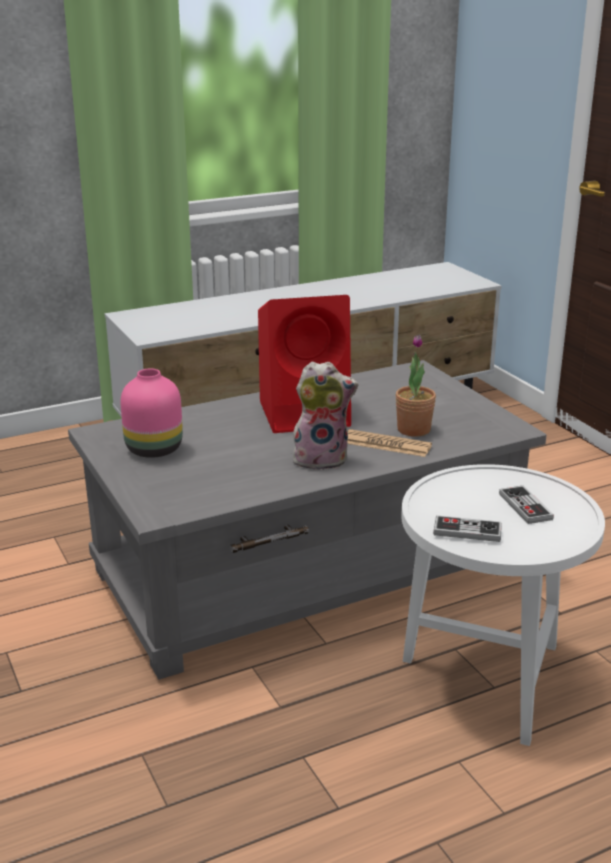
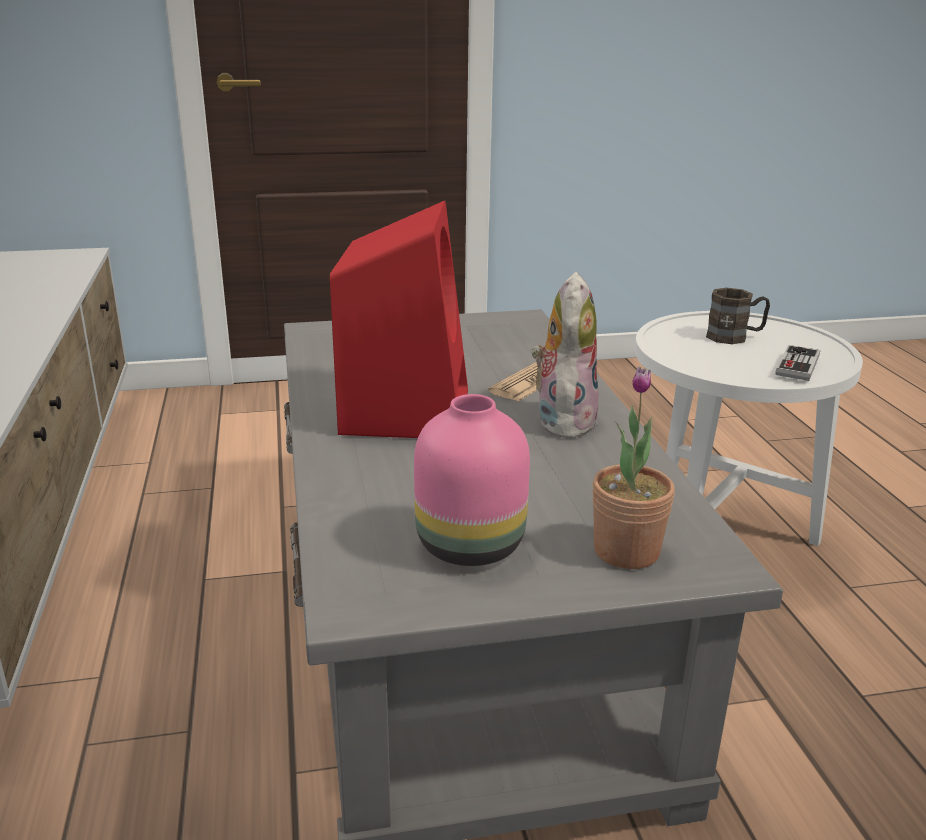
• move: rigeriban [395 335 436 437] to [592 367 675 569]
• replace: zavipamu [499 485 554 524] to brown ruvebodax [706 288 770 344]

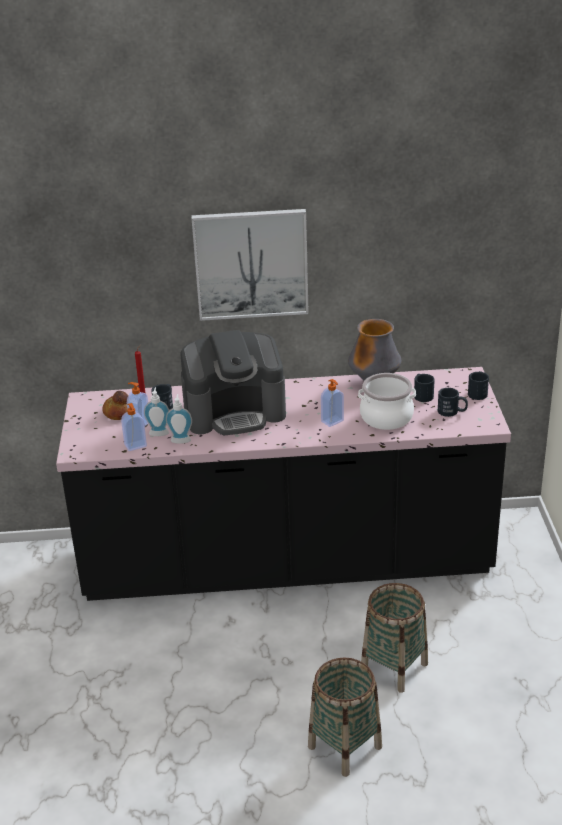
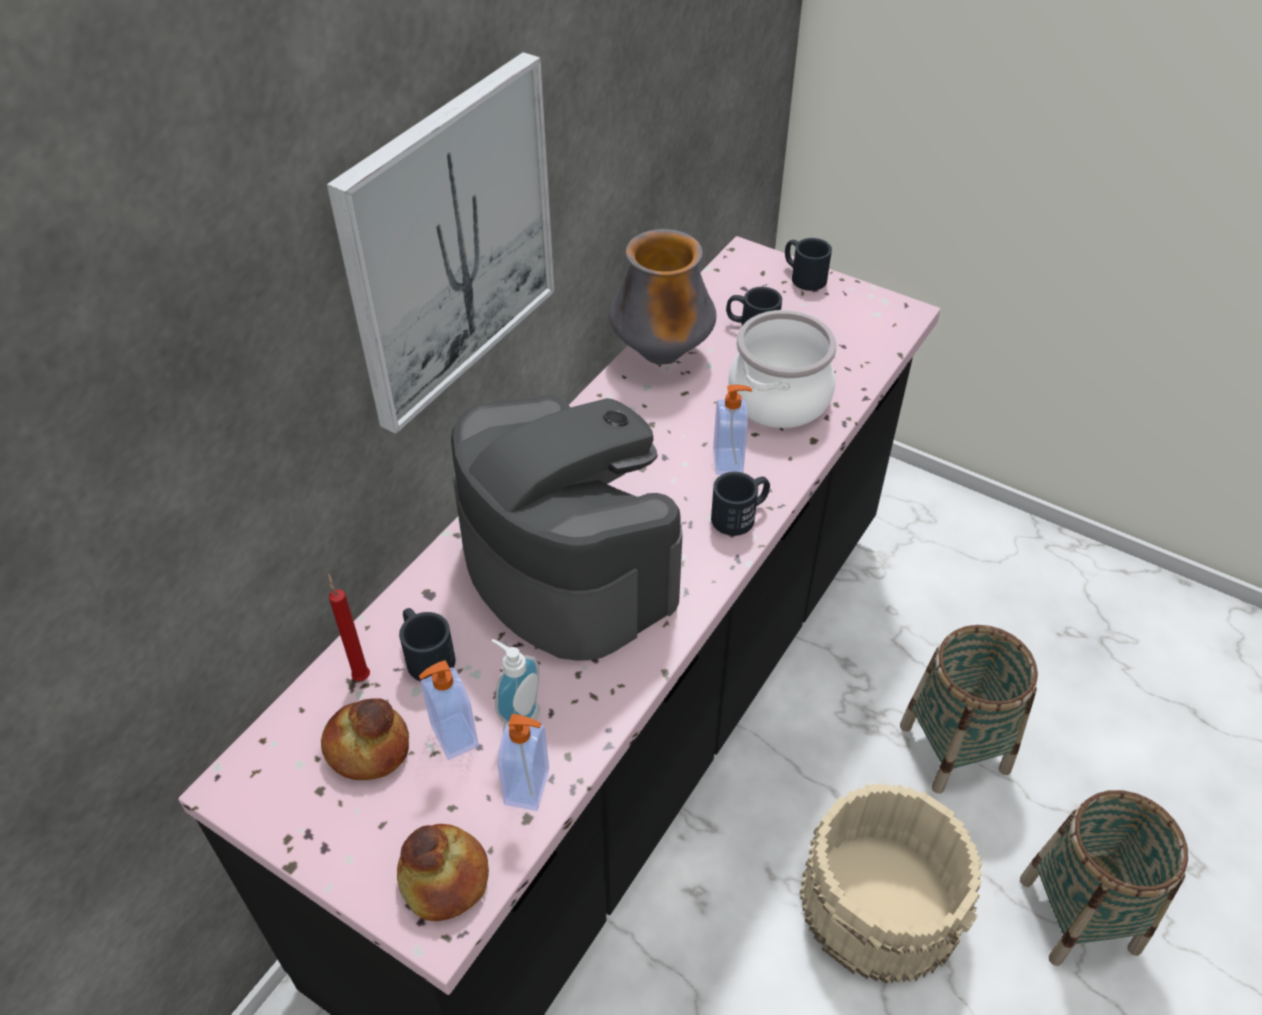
• delete: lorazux [166 394 192 444]
• insert: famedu [397 824 489 921]
• insert: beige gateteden [800 783 982 984]
• move: black ruvebodax [438 388 468 417] to [711 472 770 536]
• rotate: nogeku [180 330 286 436] = [451 395 683 661] 60 degrees counterclockwise

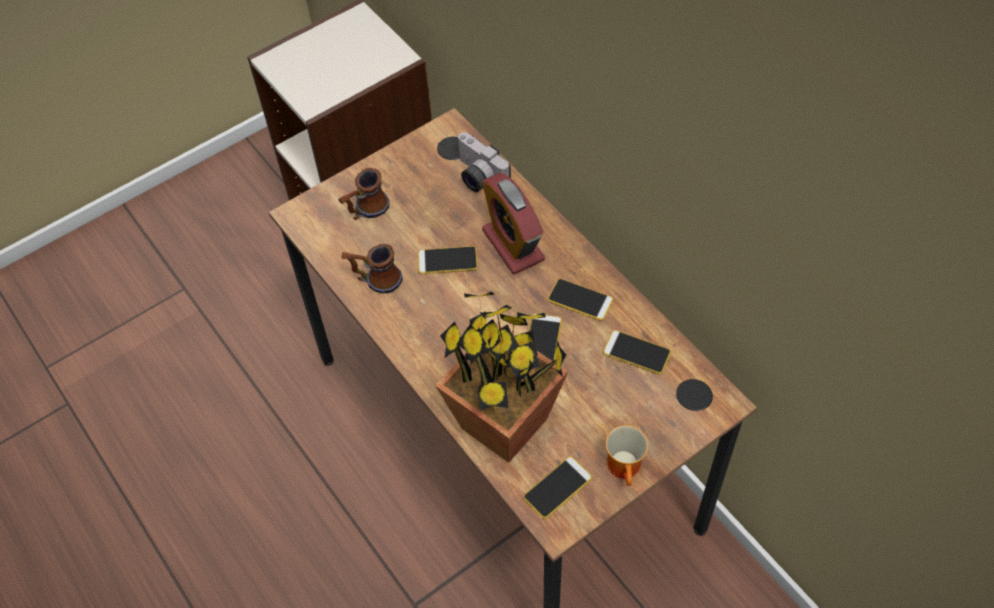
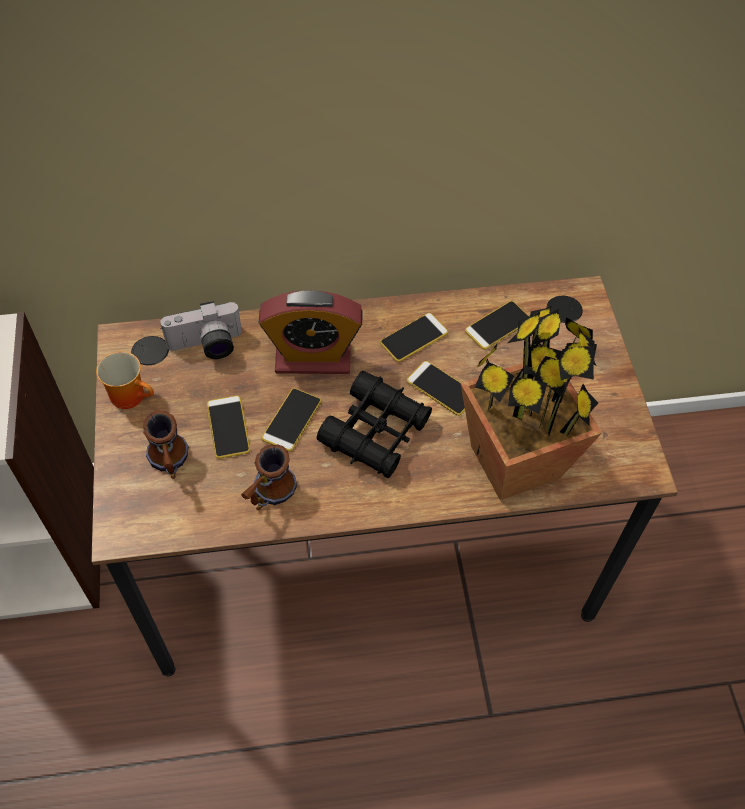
• insert: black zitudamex [316 371 432 478]
• move: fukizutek [523 457 592 519] to [207 396 250 459]
• move: ruvebodax [606 425 649 486] to [96 351 154 409]

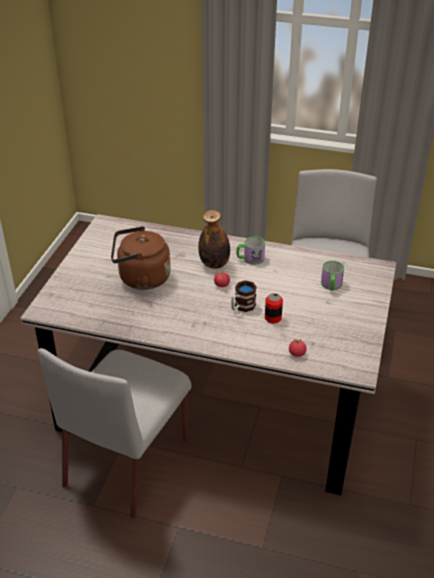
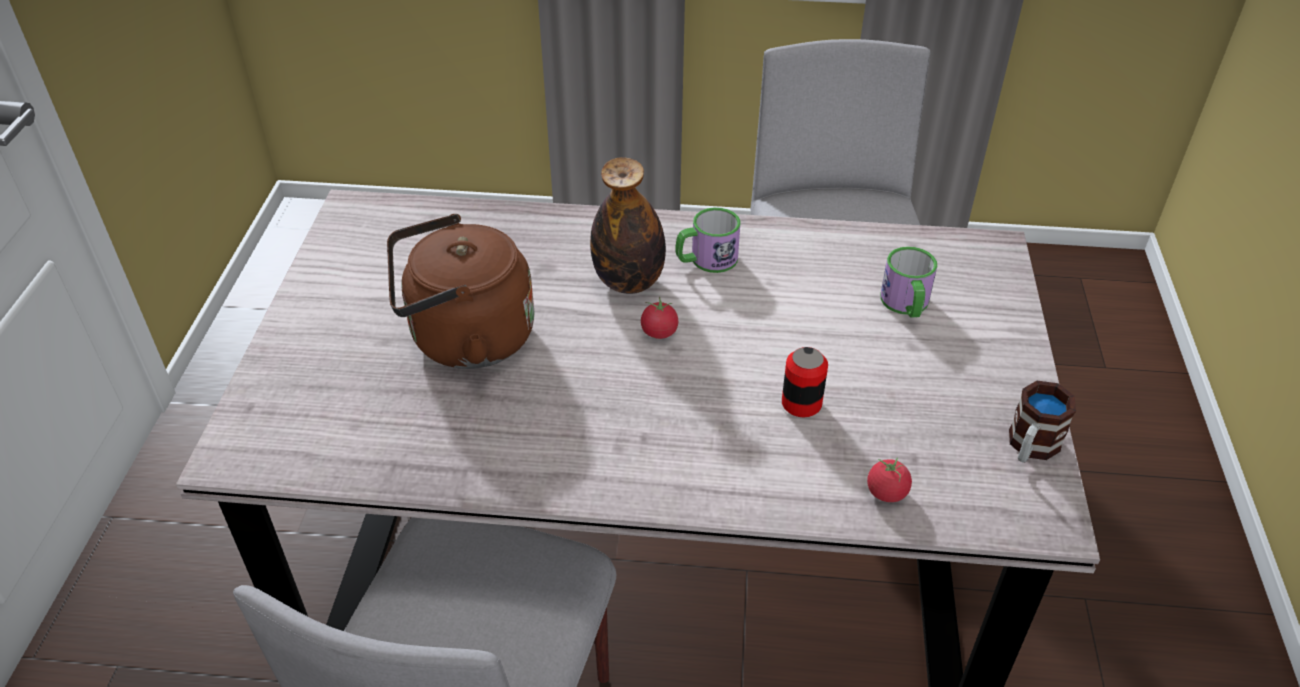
• move: ruvebodax [231 280 257 312] to [1009 381 1076 463]

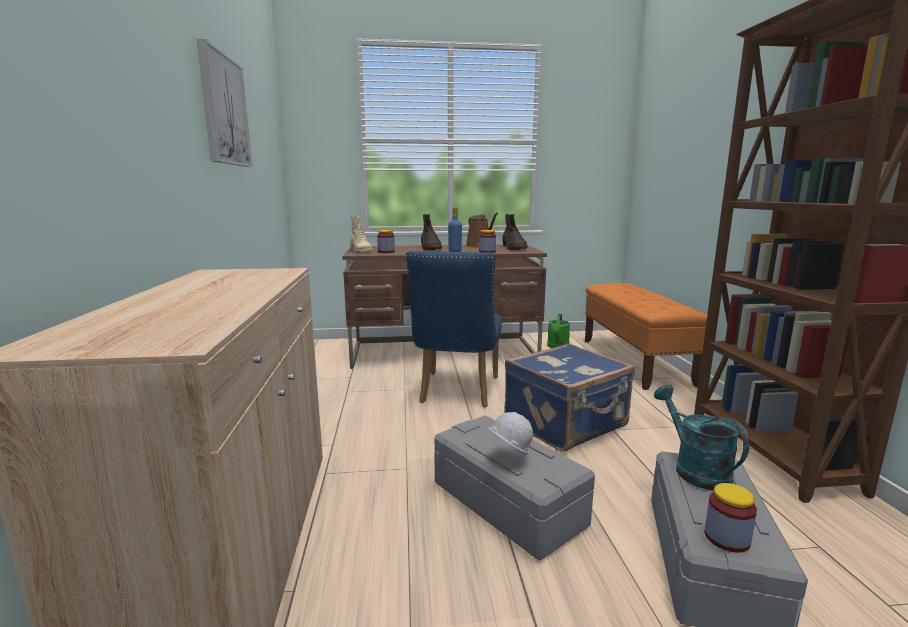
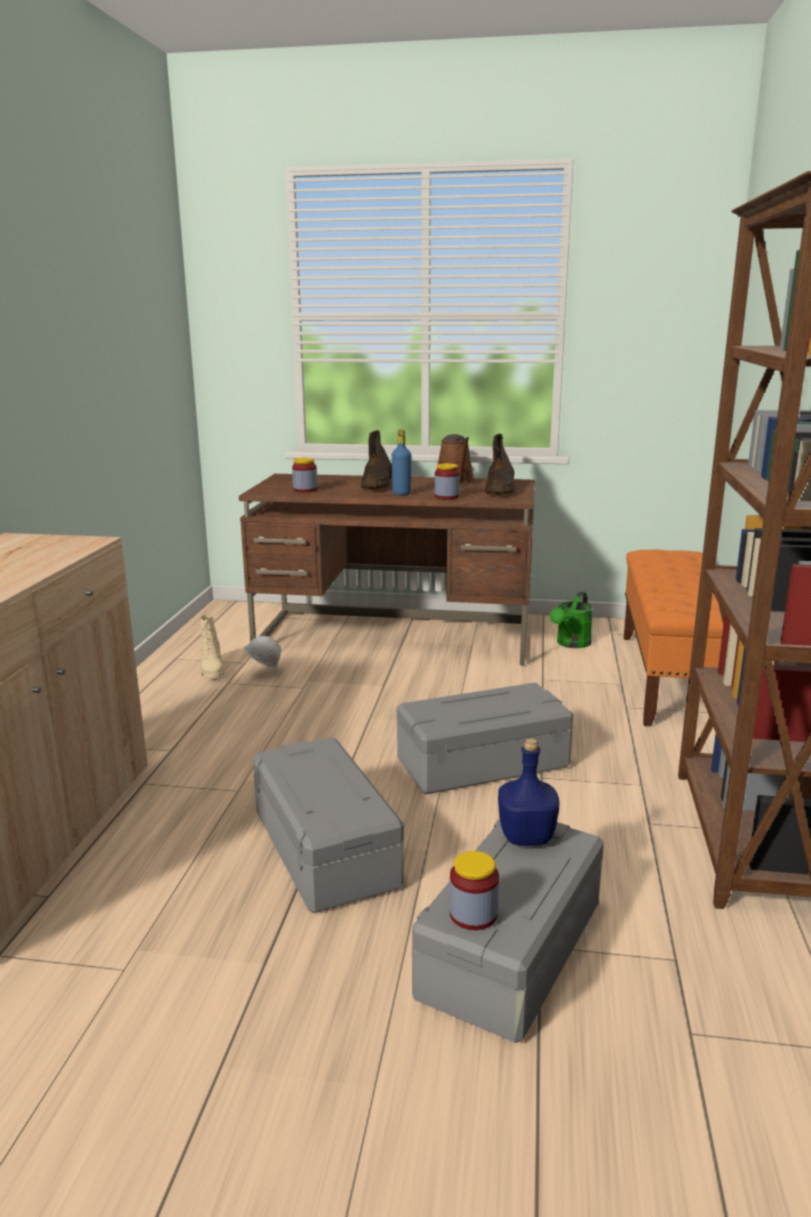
• delete: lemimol [197 39 252 167]
• delete: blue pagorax [406 251 502 407]
• move: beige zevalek [350 215 373 253] to [201 614 224 678]
• move: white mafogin [488 412 533 456] to [244 636 281 672]
• replace: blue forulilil [504 343 635 451] to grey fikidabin [397 682 573 794]
• replace: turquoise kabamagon [654 385 749 491] to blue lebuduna [498 738 559 846]

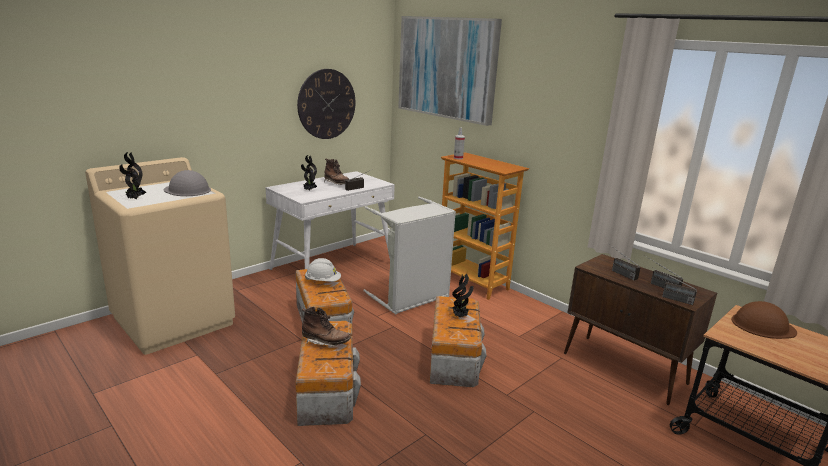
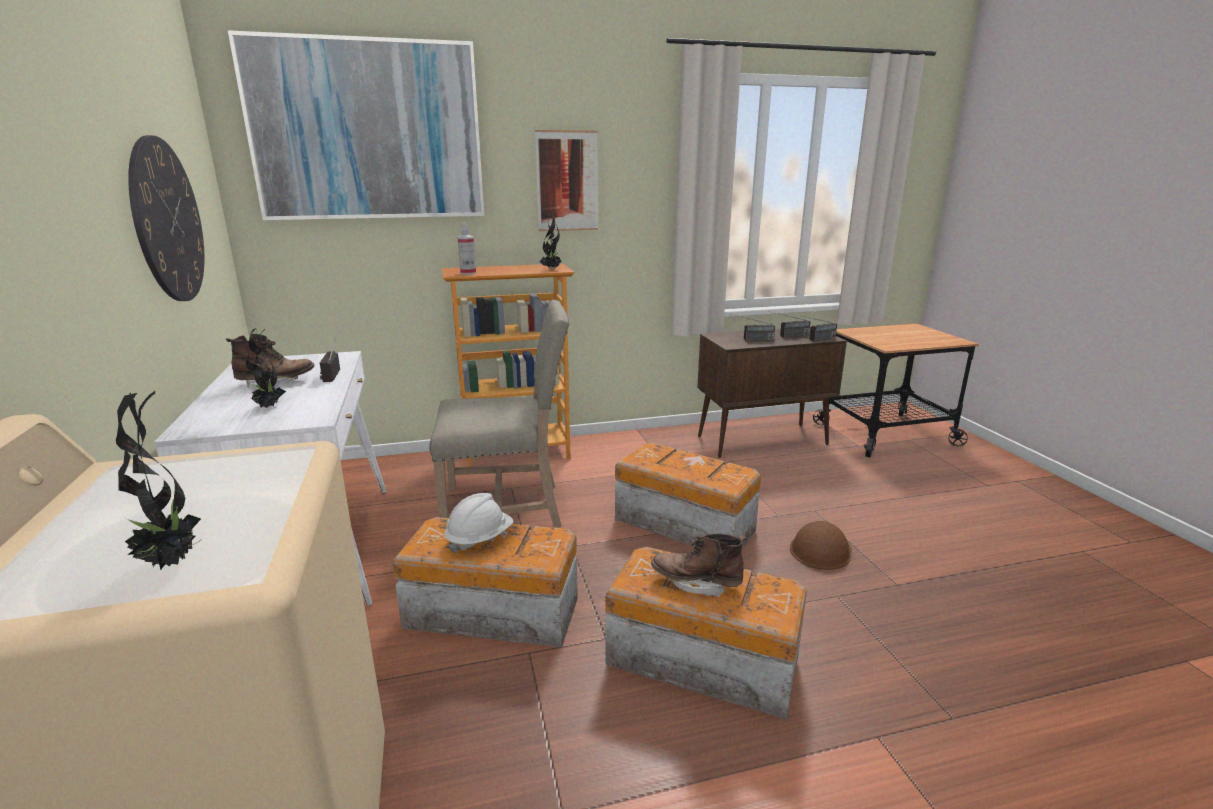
• delete: grey mafogin [164 170 211 196]
• insert: lemimol [535 130 598 231]
• move: rigeriban [452 274 473 318] to [540 212 562 269]
• move: brown mafogin [732 301 797 339] to [790 521 852 570]
• replace: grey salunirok [363 196 456 315] to beige pagorax [429 300 570 527]
• rotate: brown zevalek [302 307 351 347] = [651 533 747 597] 120 degrees counterclockwise

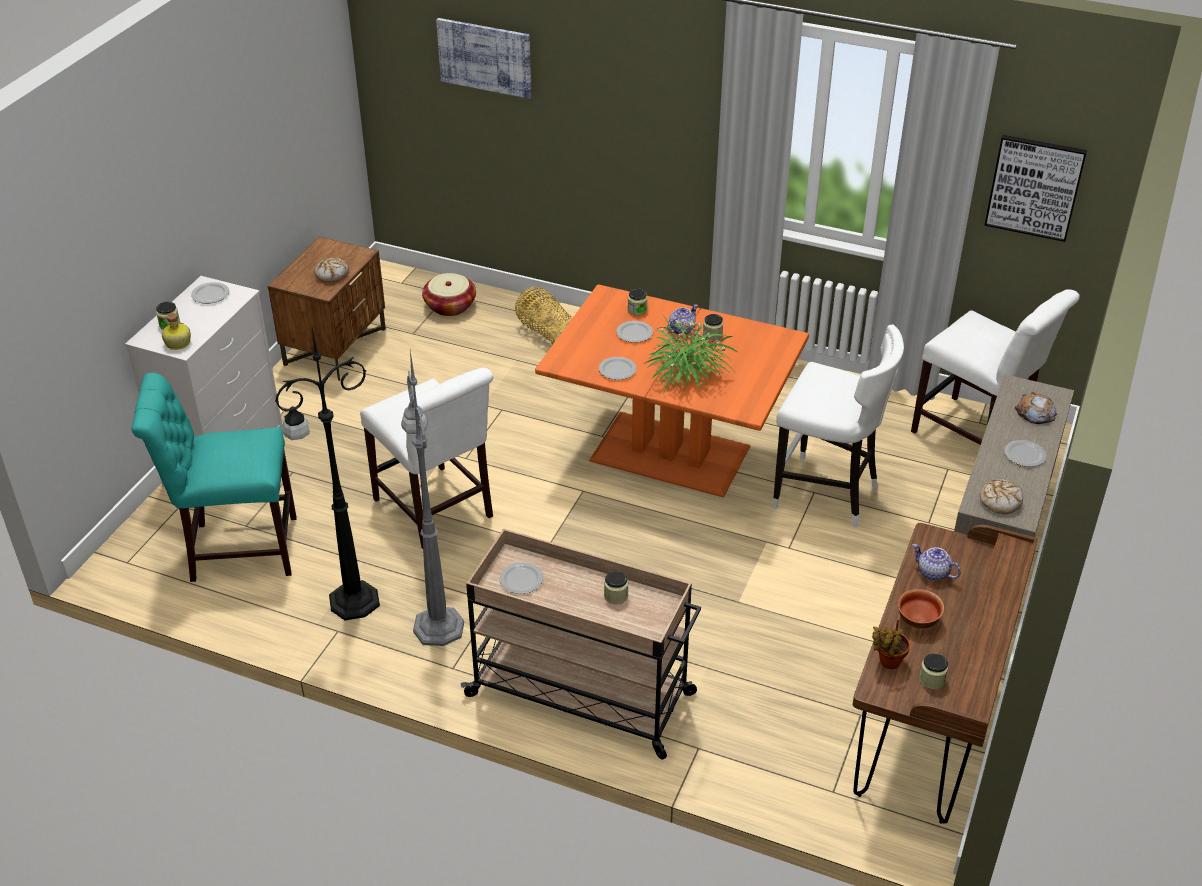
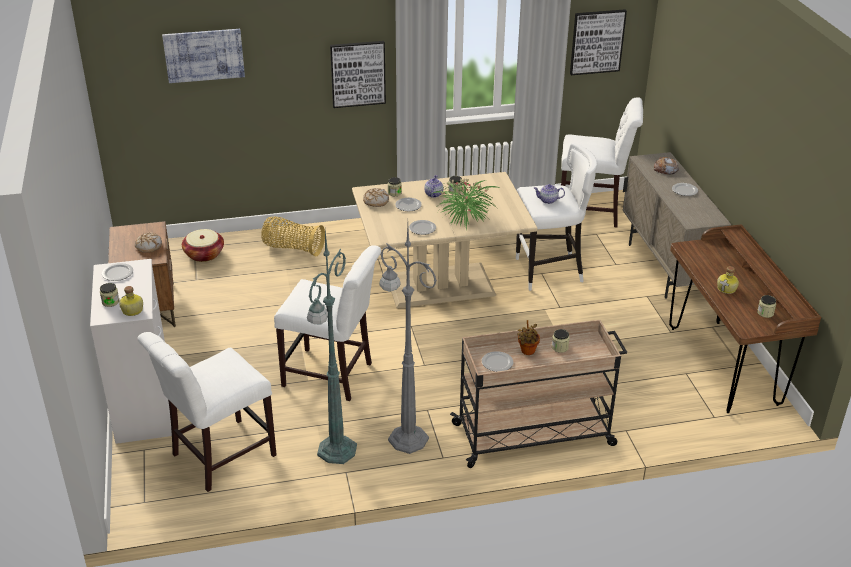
• insert: lemimol [330 41 386 108]
• move: rigeriban [872 619 910 669] to [517 320 540 355]
• move: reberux [913 544 961 581] to [533 184 565 204]
• move: famedu [980 479 1023 514] to [363 188 389 207]
• replace: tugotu [898 589 944 629] to lebuduna [717 266 739 294]
• recolor: turquoise pagorax [132 373 297 582] to white pagorax [138 332 277 492]
• recolor: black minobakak [275 328 380 620] to green minobakak [307 231 357 464]
• recolor: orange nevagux [535 284 809 498] to beige nevagux [352 172 538 308]

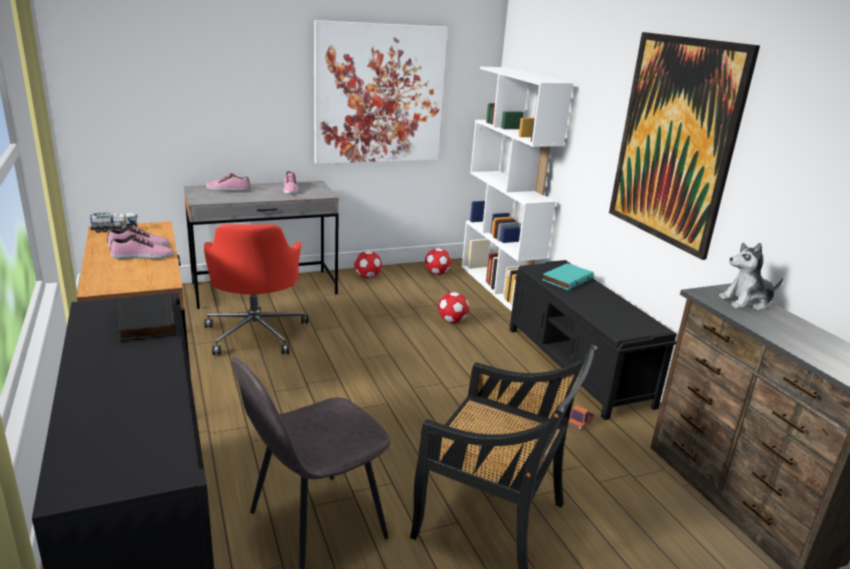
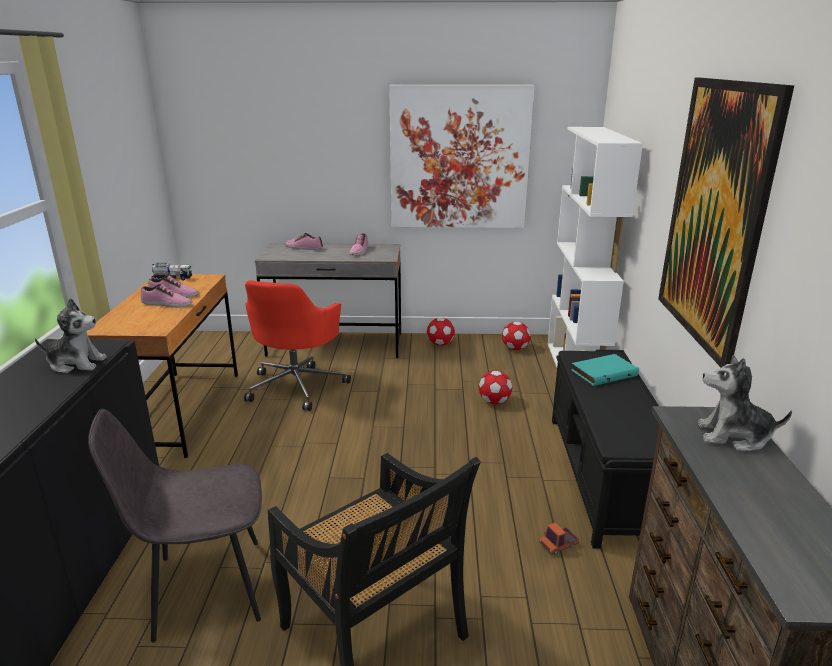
• replace: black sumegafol [118 293 176 341] to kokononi [35 298 107 373]

